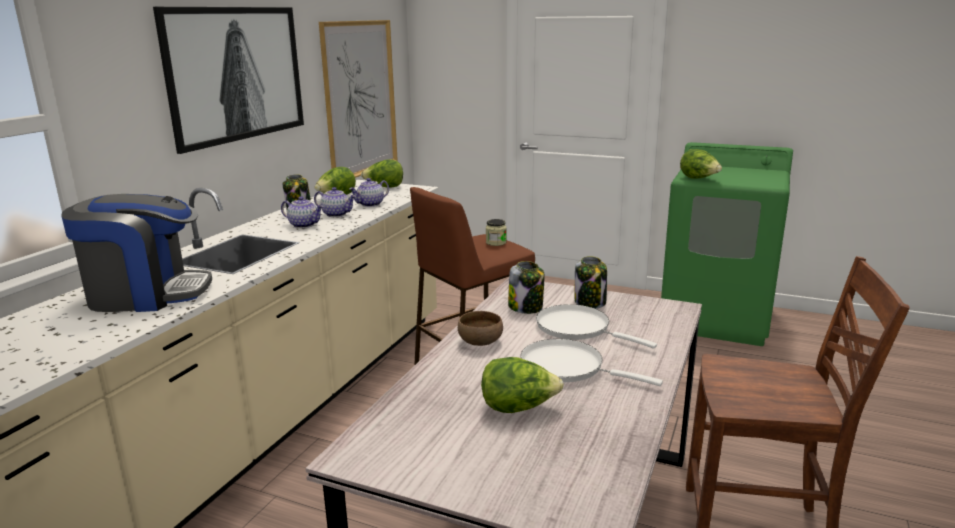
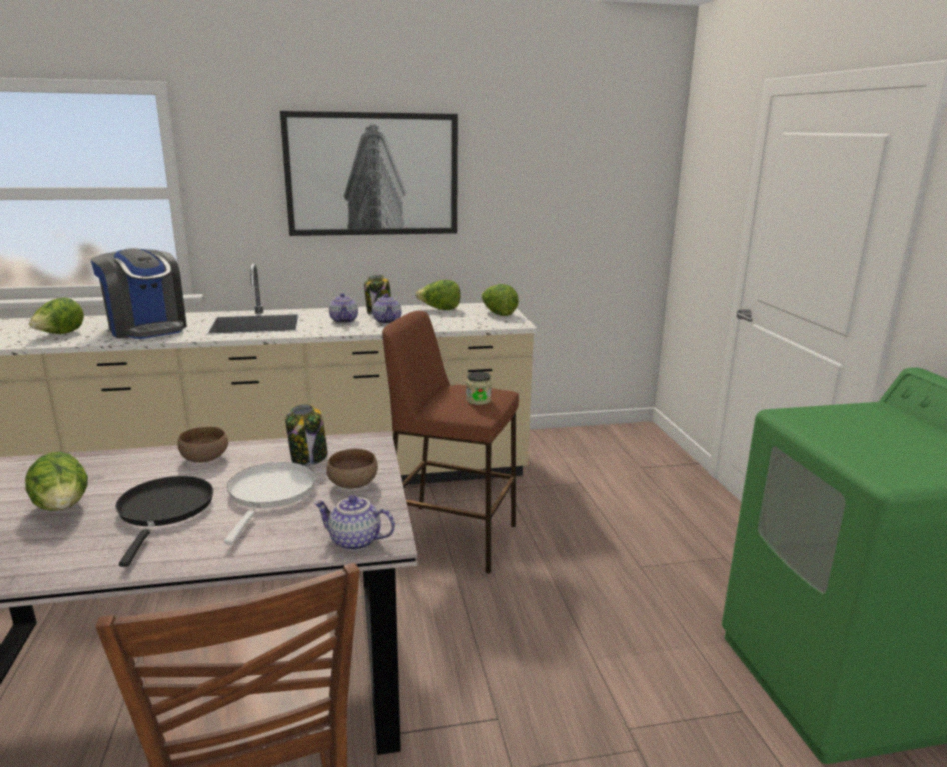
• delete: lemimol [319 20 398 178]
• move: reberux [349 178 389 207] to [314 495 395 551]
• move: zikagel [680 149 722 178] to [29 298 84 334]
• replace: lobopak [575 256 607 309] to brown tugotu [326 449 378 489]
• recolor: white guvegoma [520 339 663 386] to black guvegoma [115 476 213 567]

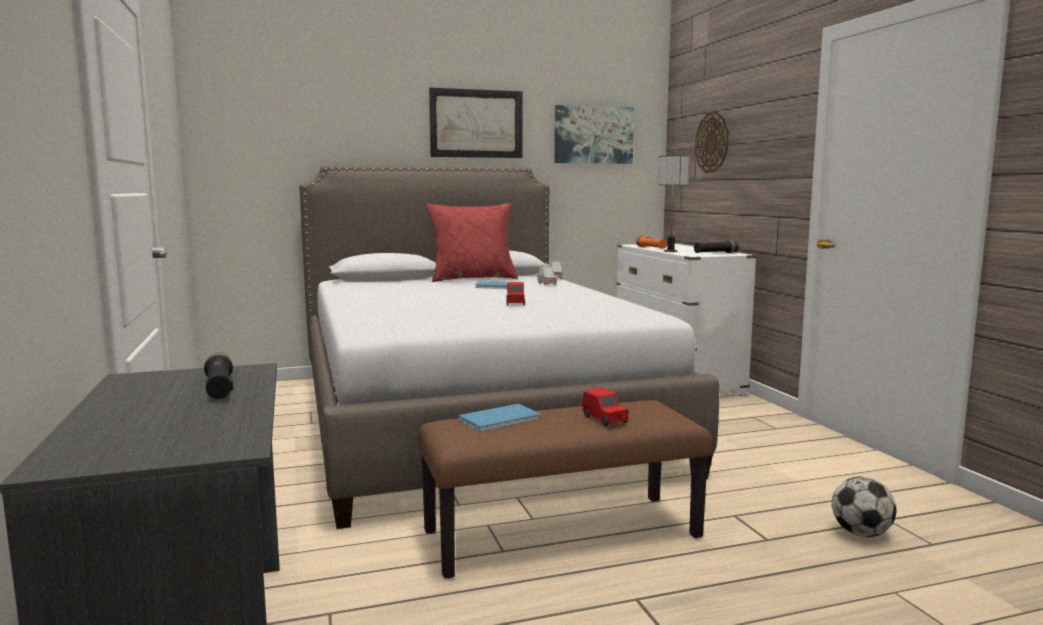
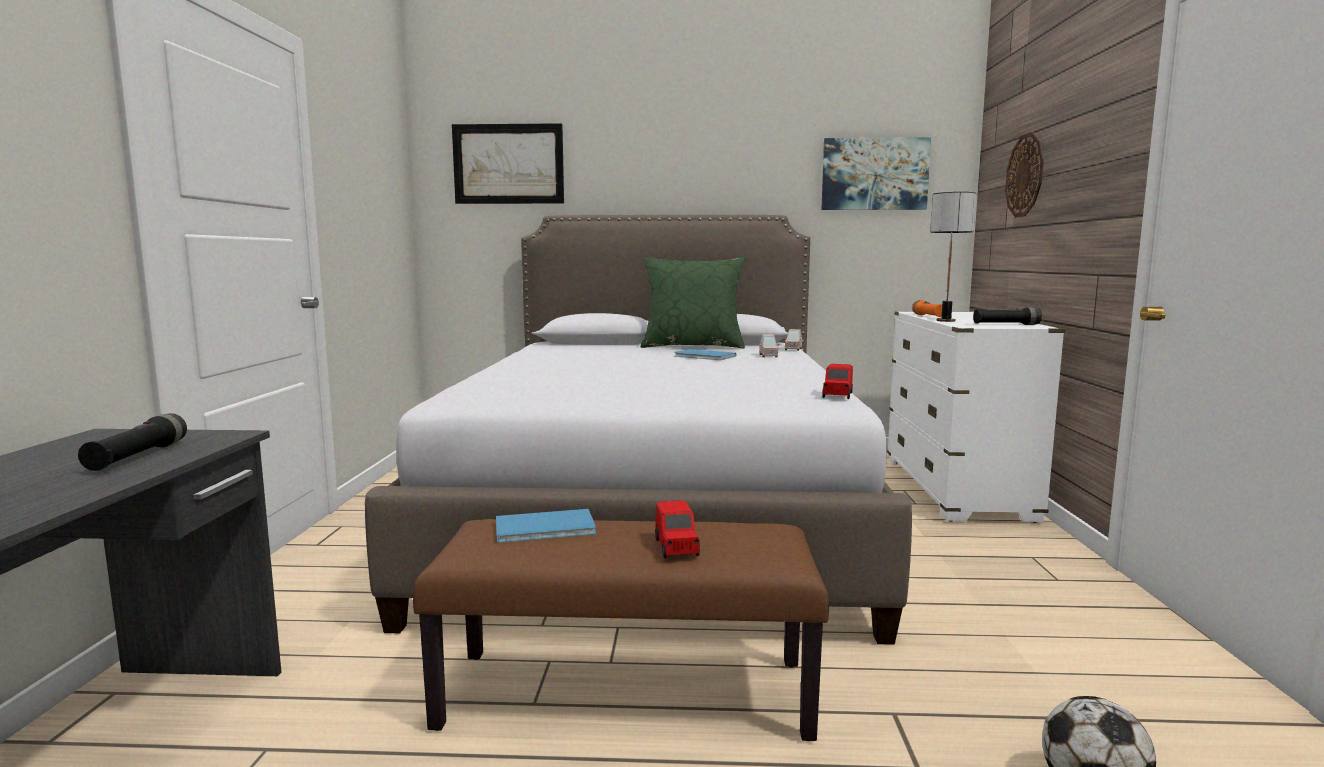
• move: lemimol [429 88 522 158] to [452 123 564 204]
• move: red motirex [506 282 525 306] to [822 364 853 399]
• recolor: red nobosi [427 203 518 282] to green nobosi [640 257 745 349]

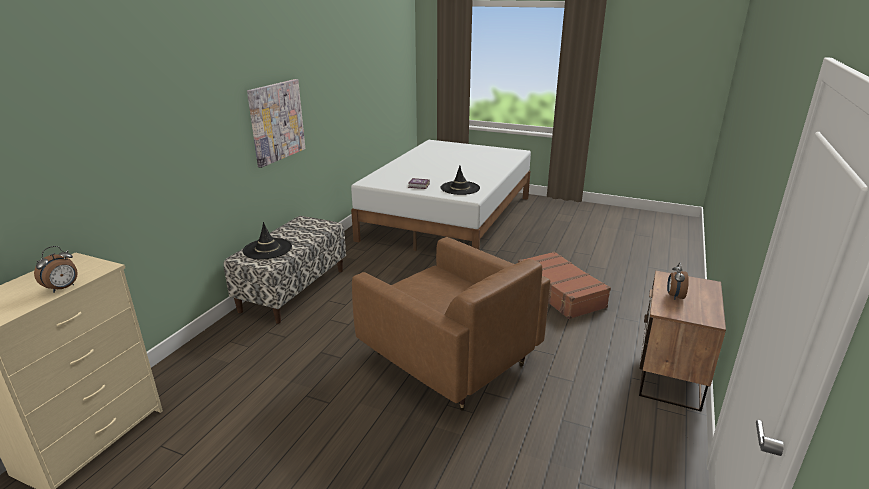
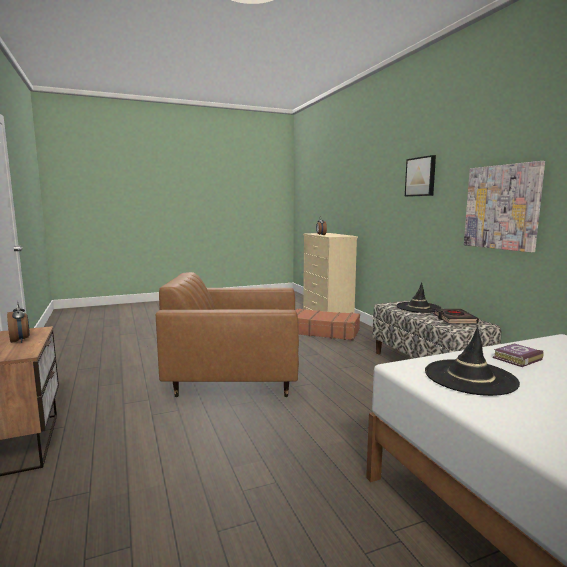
• insert: lemimol [405 155 436 197]
• insert: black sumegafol [434 309 479 324]
• move: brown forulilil [518 251 611 319] to [295 308 360 340]

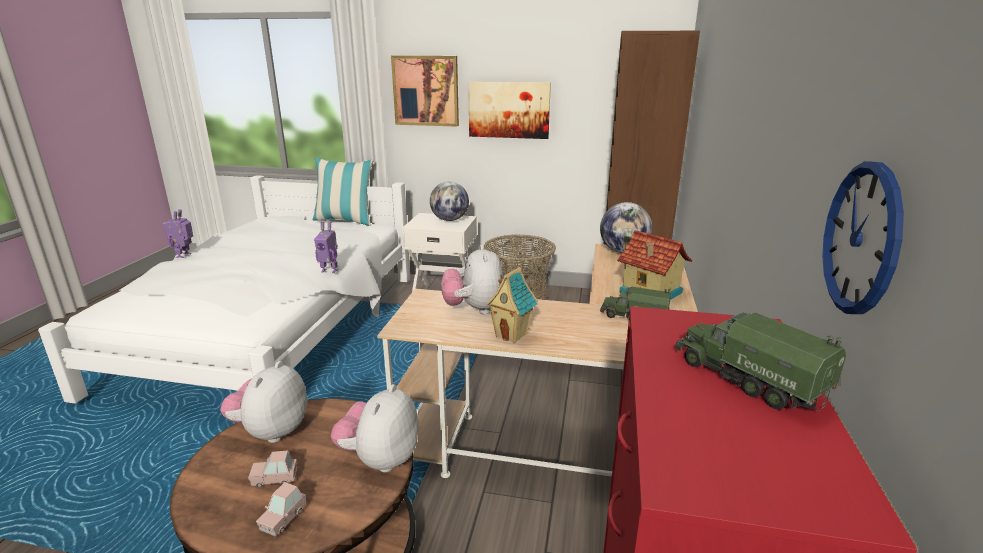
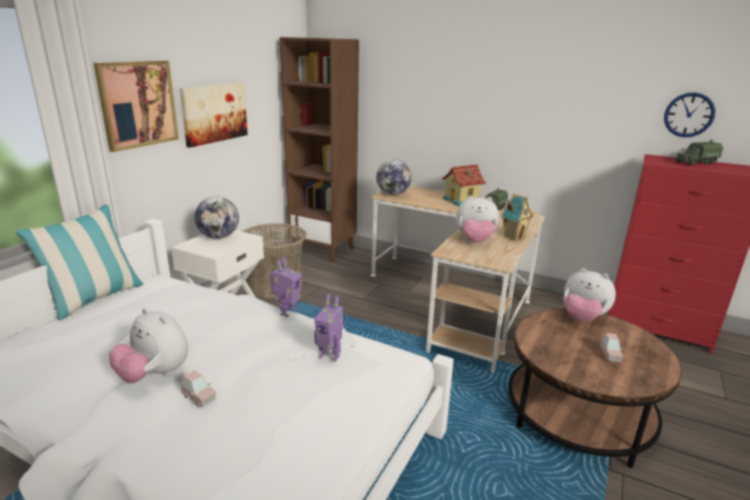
• move: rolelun [162 209 193 258] to [314 294 344 362]
• move: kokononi [220 361 307 443] to [109 308 188 383]
• move: pink motirex [256 482 306 536] to [180 370 216 407]

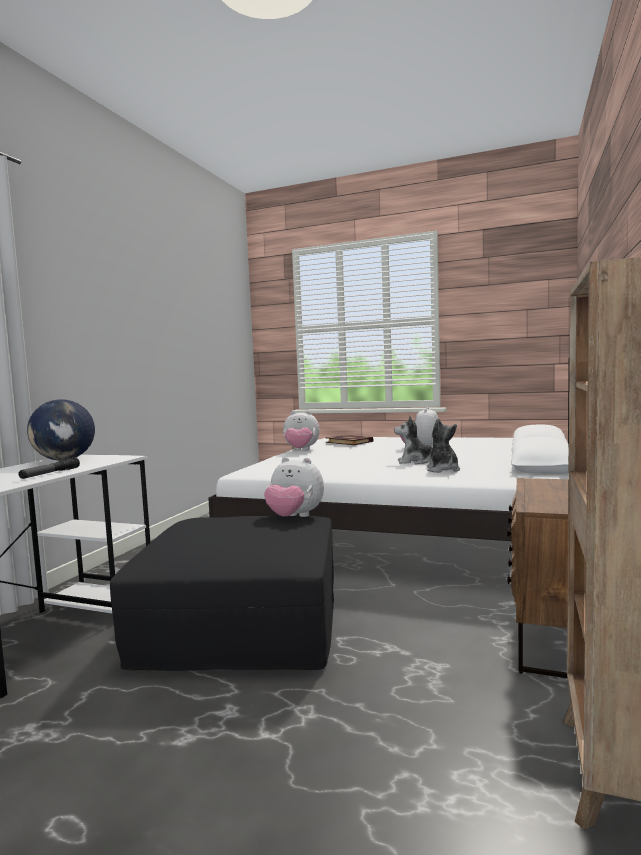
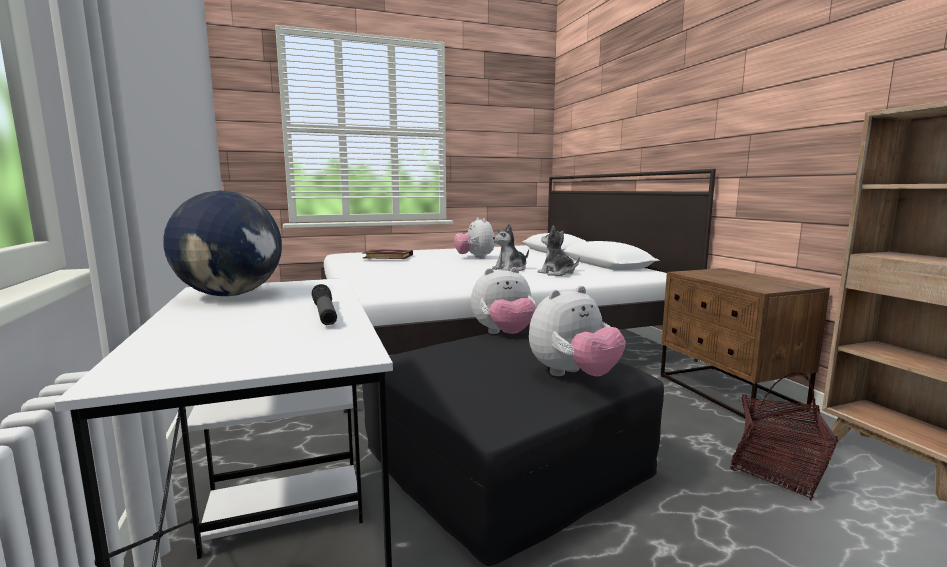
• insert: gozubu [731 372 838 500]
• move: kokononi [283 411 320 450] to [529 286 626 377]

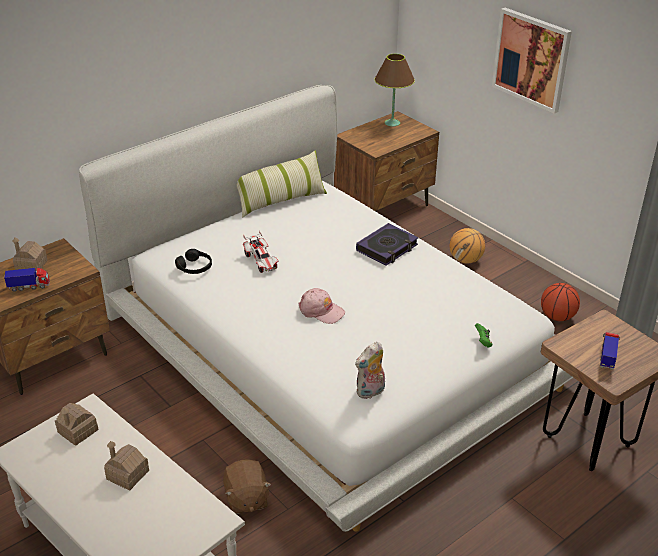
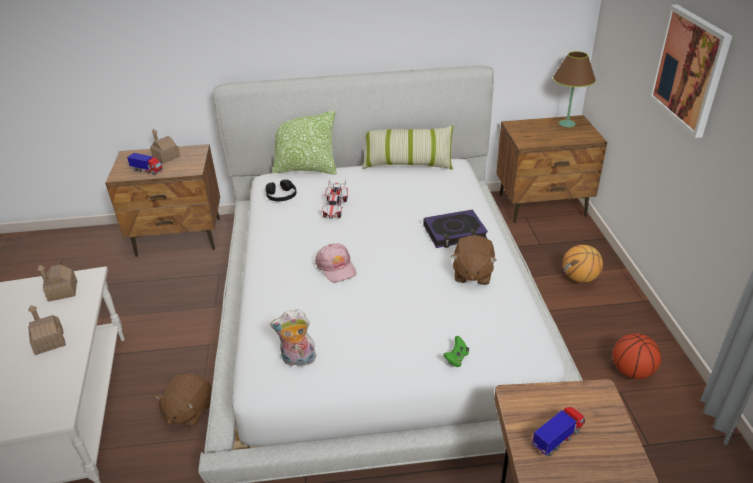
• insert: nobosi [272 111 337 174]
• insert: brown kokononi [451 235 497 285]

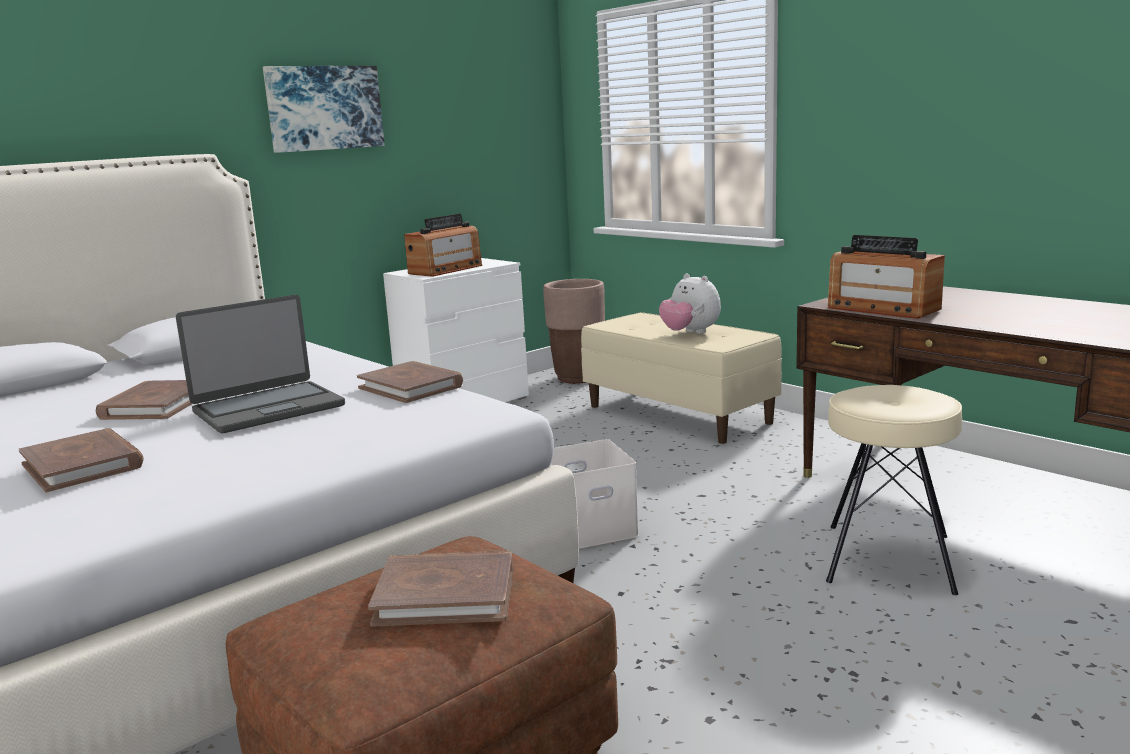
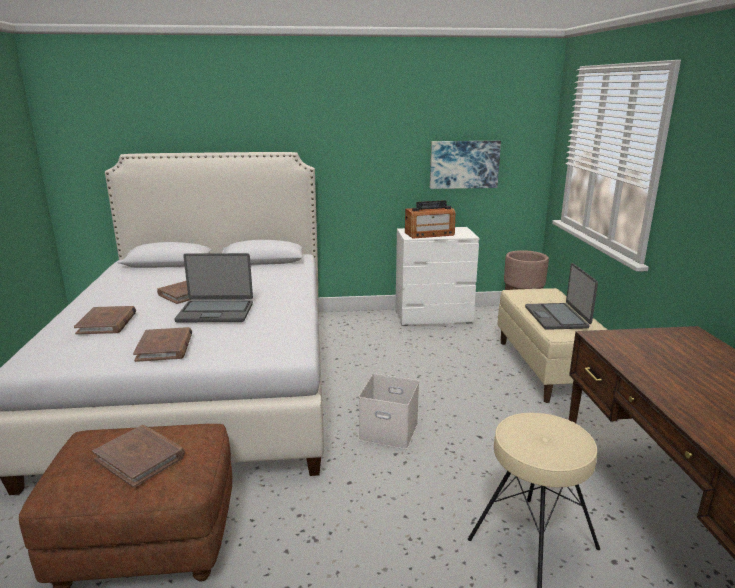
• delete: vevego [828 235 945 319]
• move: lemimol [263 66 385 153] to [430 141 501 189]
• move: brown sumegafol [357 361 463 403] to [133 327 192 362]
• replace: kokononi [659 274 721 334] to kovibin [525 263 598 330]

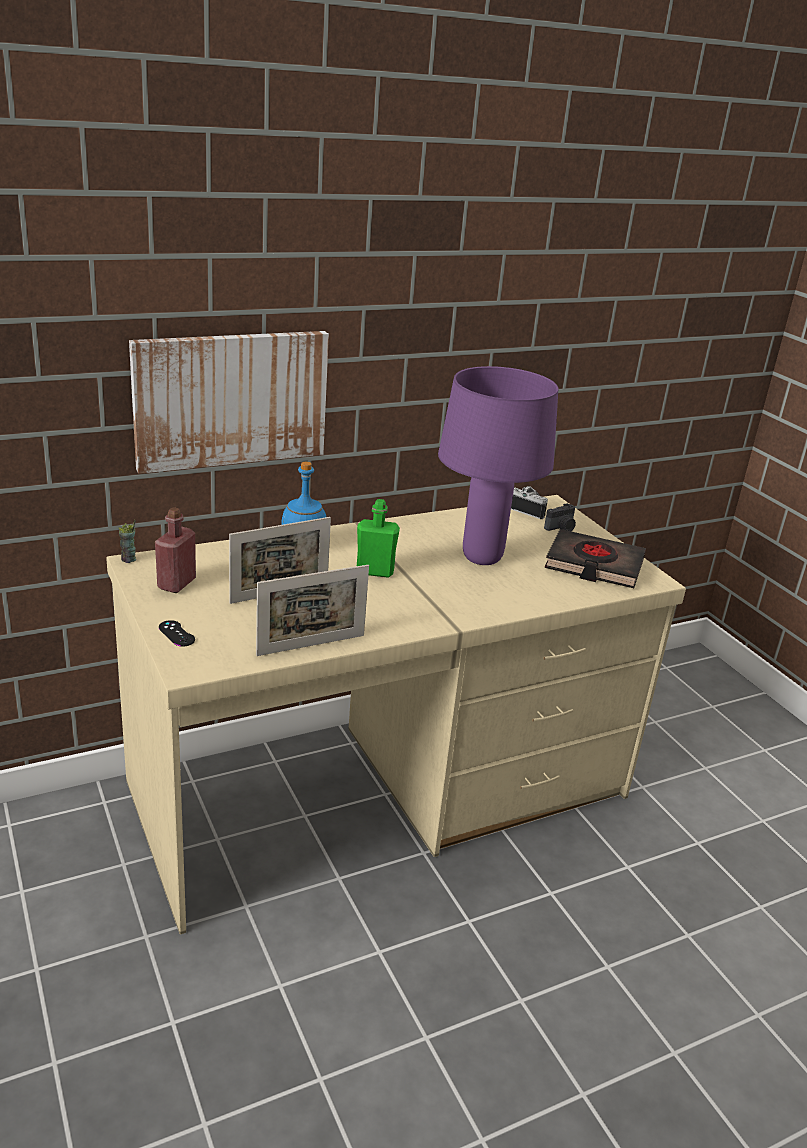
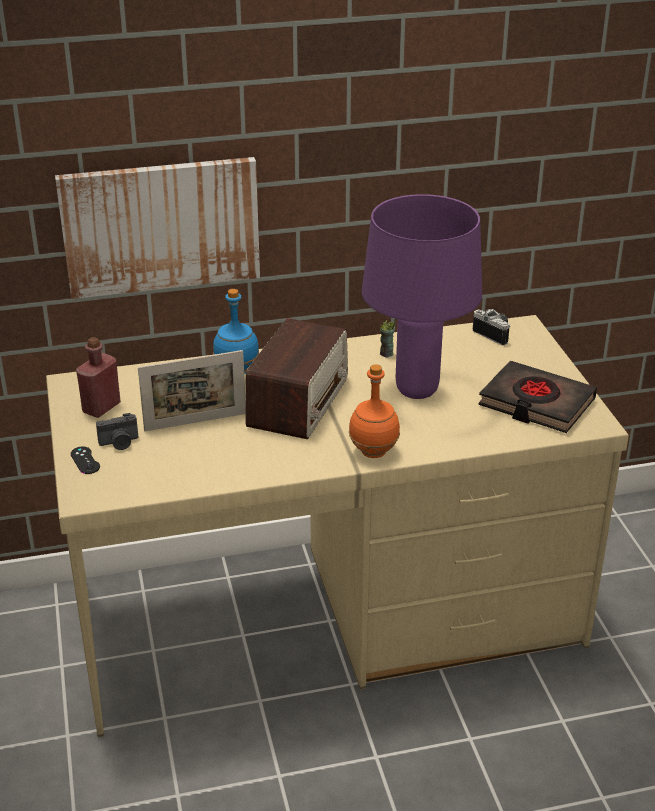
• delete: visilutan [256 565 369 656]
• insert: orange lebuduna [349 364 400 458]
• move: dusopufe [118 520 136 563] to [380 319 396 357]
• move: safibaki [544 503 576 531] to [96 413 138 450]
• replace: green lebuduna [357 499 400 578] to vevego [245 318 348 439]

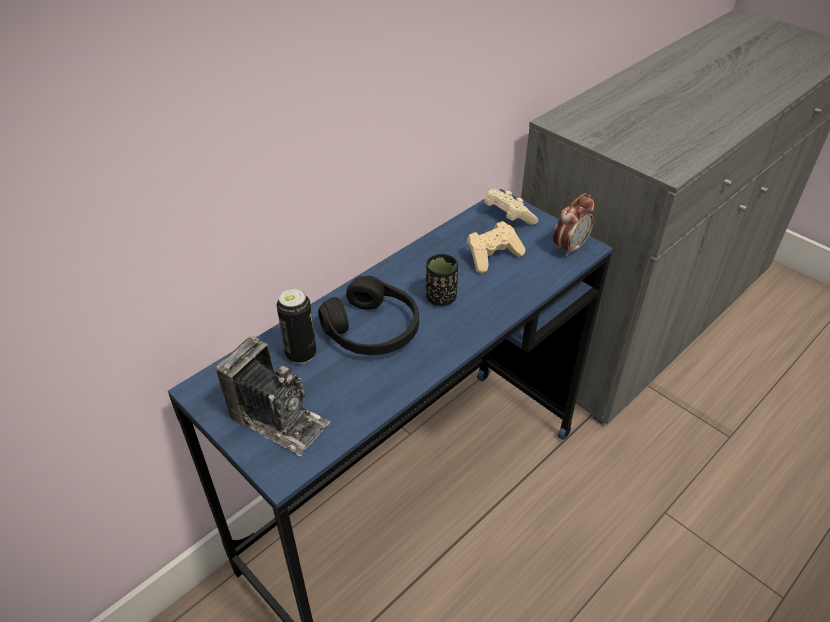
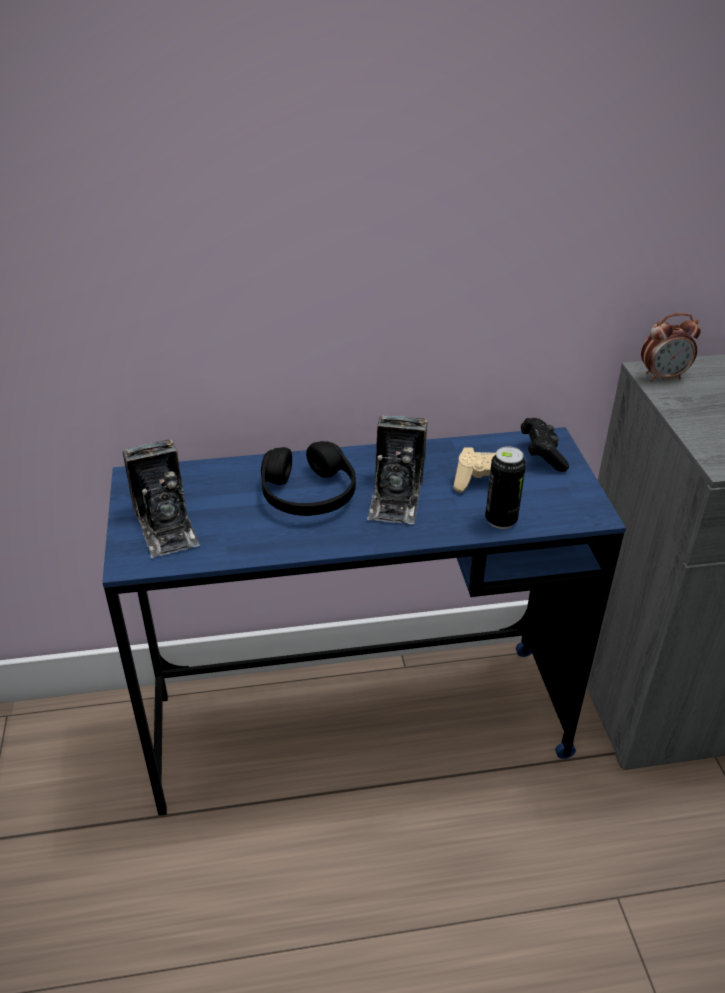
• move: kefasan [276 288 317 364] to [485 446 526 529]
• move: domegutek [553 193 595 257] to [641 313 701 382]
• replace: black dusopufe [426 254 458 306] to safibaki [367 415 428 524]
• recolor: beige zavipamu [484 189 538 225] to black zavipamu [521 418 569 472]

